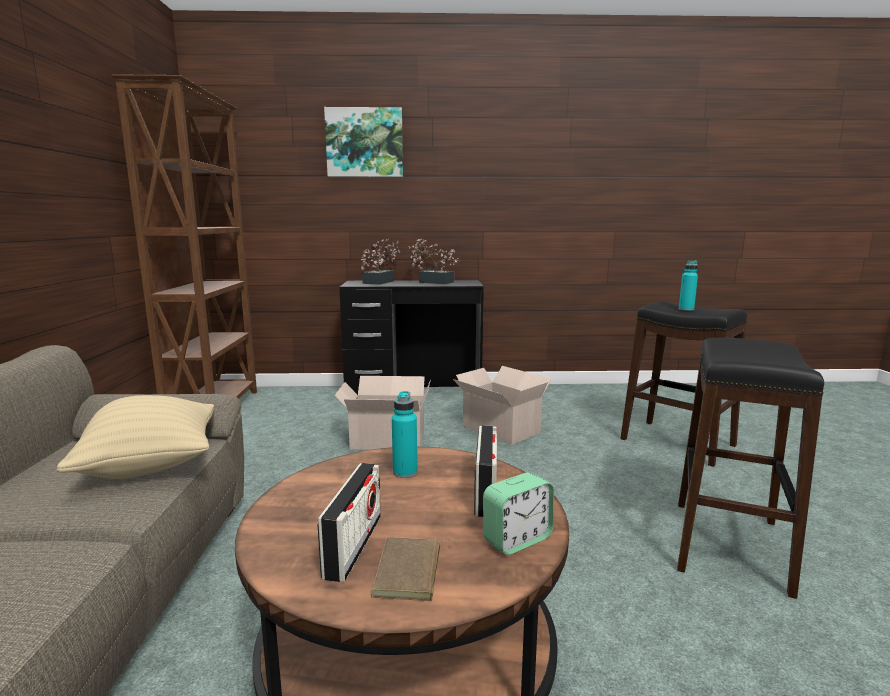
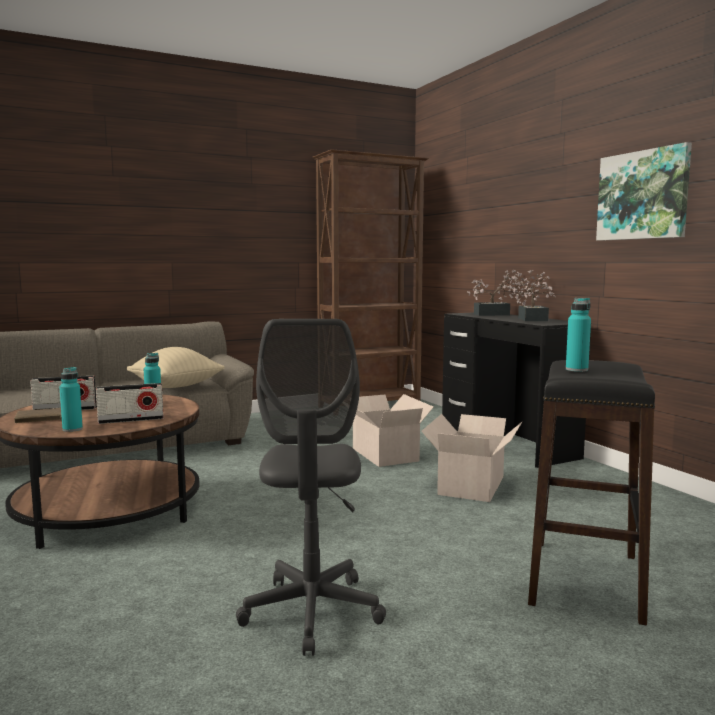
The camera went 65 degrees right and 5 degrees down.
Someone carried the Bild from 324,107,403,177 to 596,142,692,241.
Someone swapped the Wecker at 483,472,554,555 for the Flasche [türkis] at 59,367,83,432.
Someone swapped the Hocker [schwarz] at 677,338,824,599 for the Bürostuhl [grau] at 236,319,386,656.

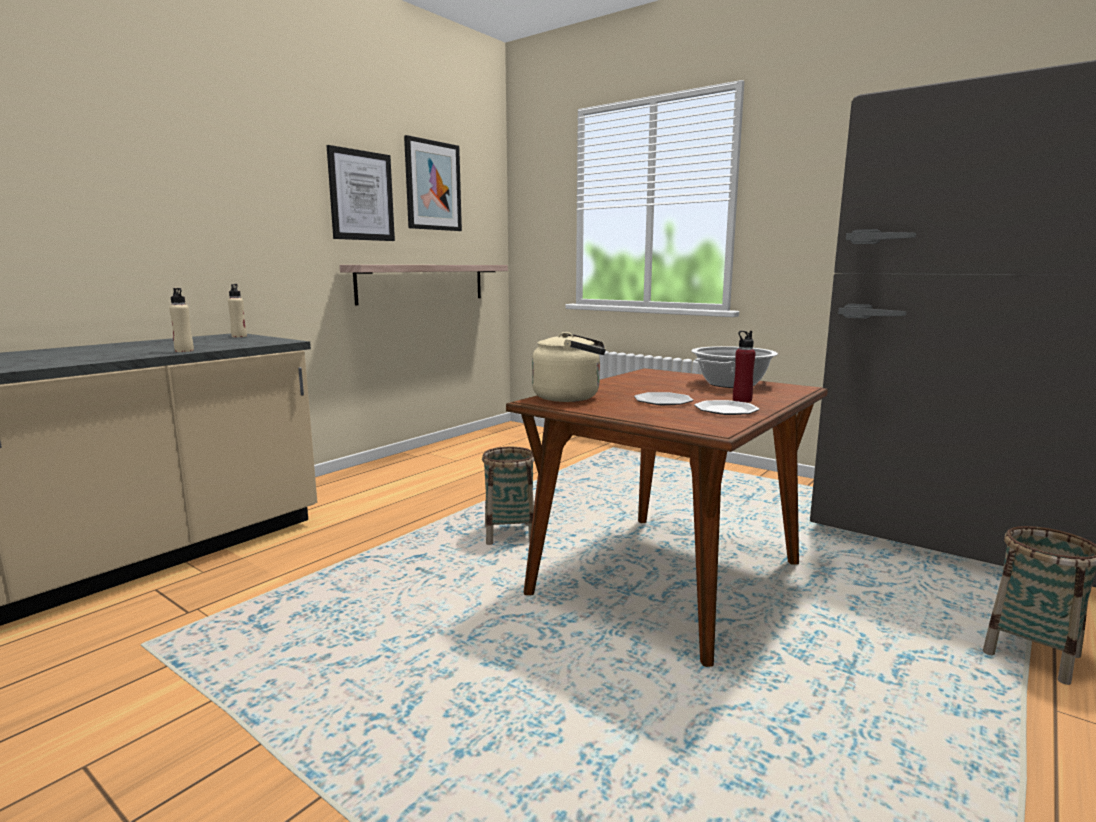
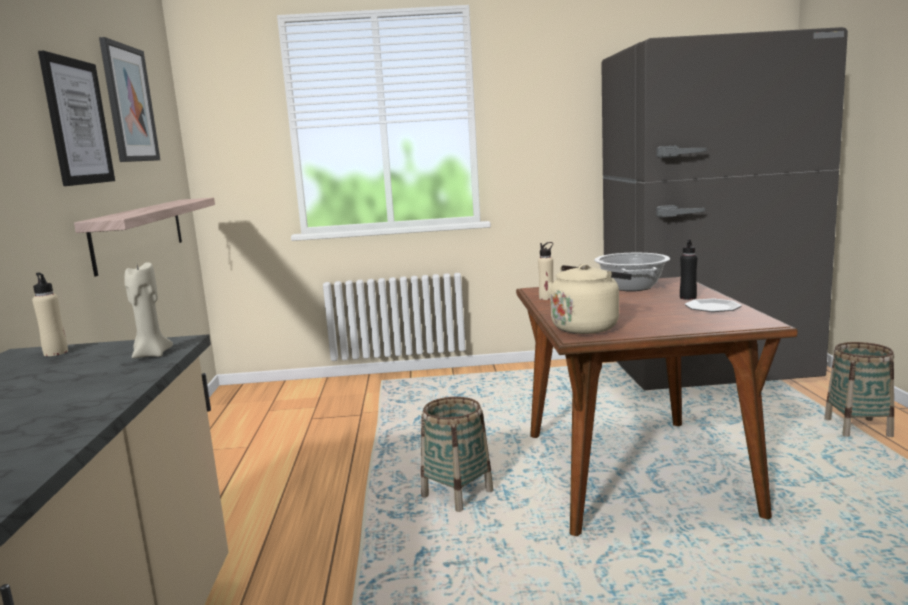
The camera went 40 degrees left and 0 degrees up.
Someone carried the Flasche [beige] from 169,288,194,352 to 538,242,553,300.
Someone took away the Teller at 634,392,693,405.
Someone repainted the Flasche [rot] at 733,331,756,402, which became the Flasche [schwarz] at 680,239,697,300.
Someone put down the Kerze [beige] at 124,262,173,358.

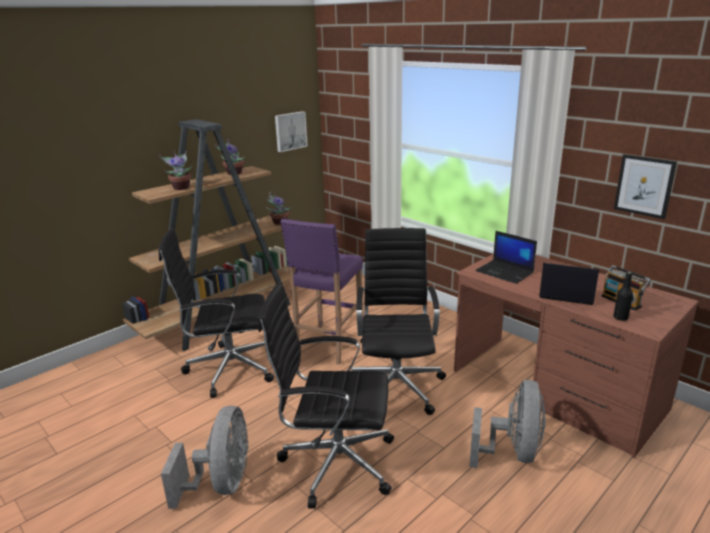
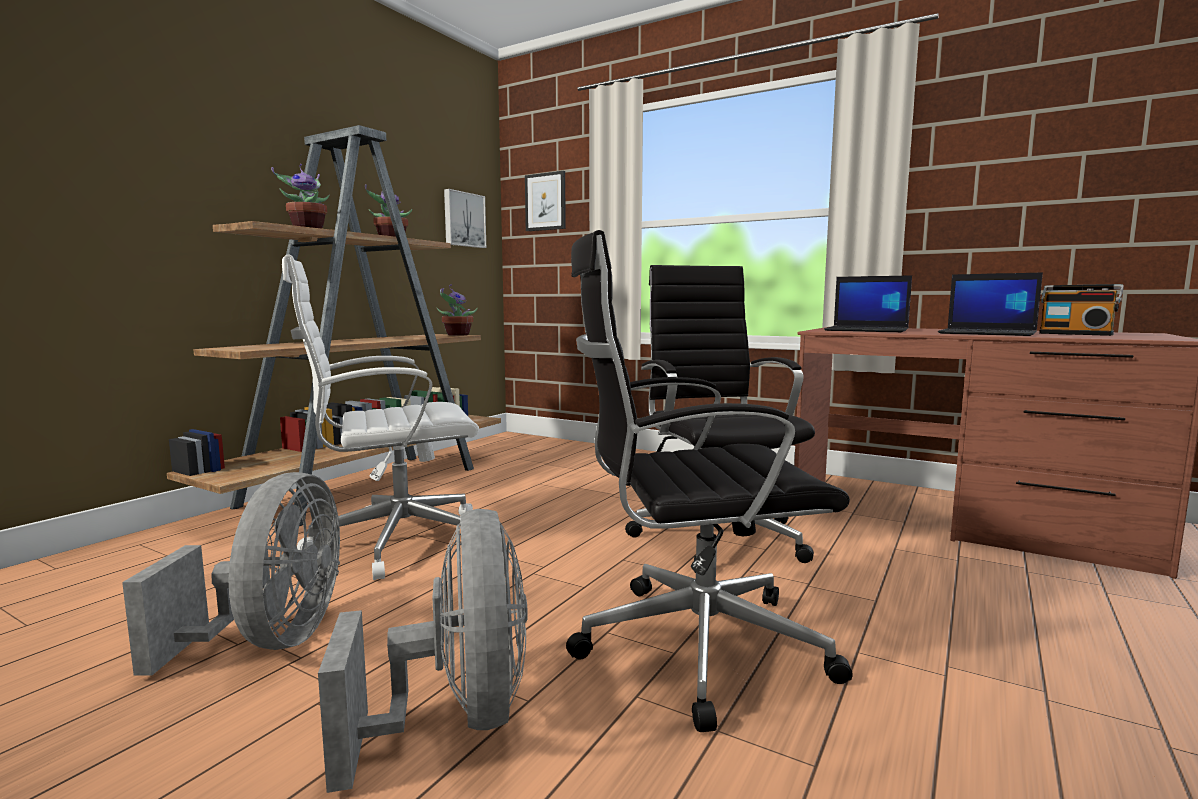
The camera went 15 degrees left and 15 degrees down.
Someone repainted the Bürostuhl [schwarz] at 159,228,274,398, which became the Bürostuhl [weiß] at 282,255,479,580.
Someone took away the Hocker [lila] at 280,219,363,365.
Someone carried the Ventilator [grau] from 469,380,546,468 to 122,472,340,676.
Someone rotated the Laptop at 539,263,599,305 by 150 degrees counterclockwise.
Someone took away the Flasche [schwarz] at 613,272,633,321.
Someone carried the Bild from 614,154,677,219 to 525,171,566,231.

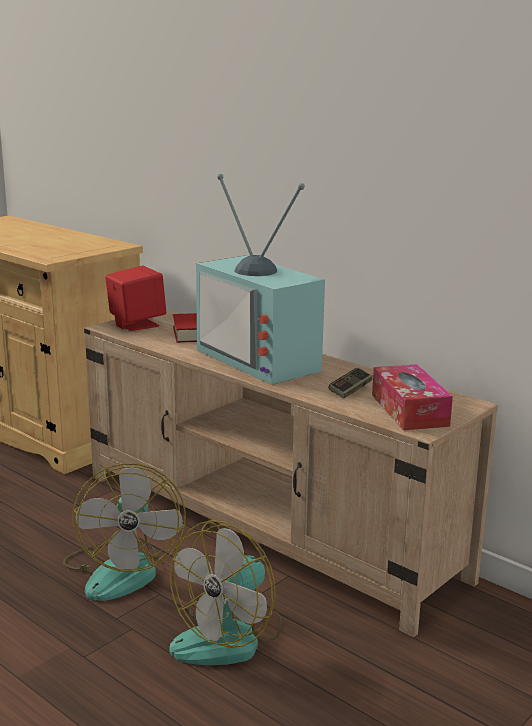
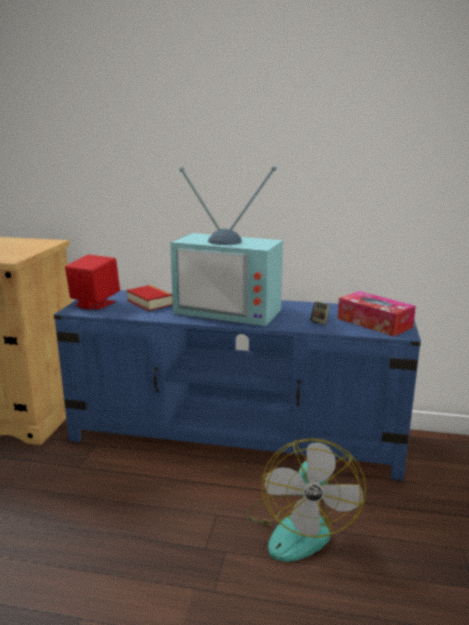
The camera went 30 degrees left and 0 degrees up.
Someone took away the Ventilator at 63,463,186,601.
Someone repainted the Fernsehschrank [beige] at 84,309,498,638, which became the Fernsehschrank [blau] at 54,290,421,481.

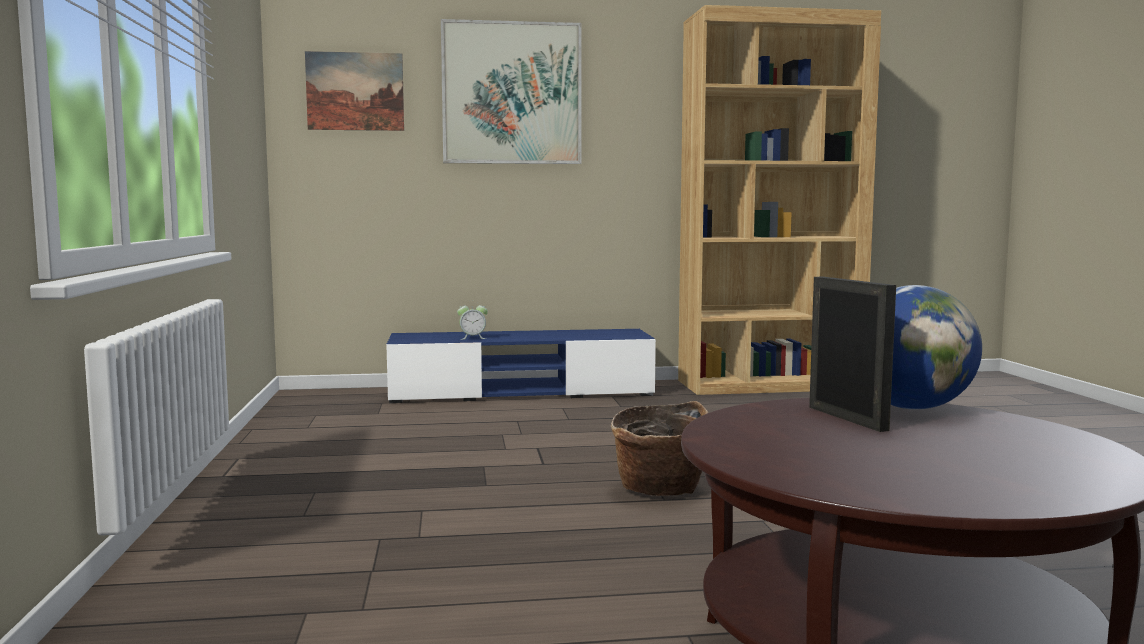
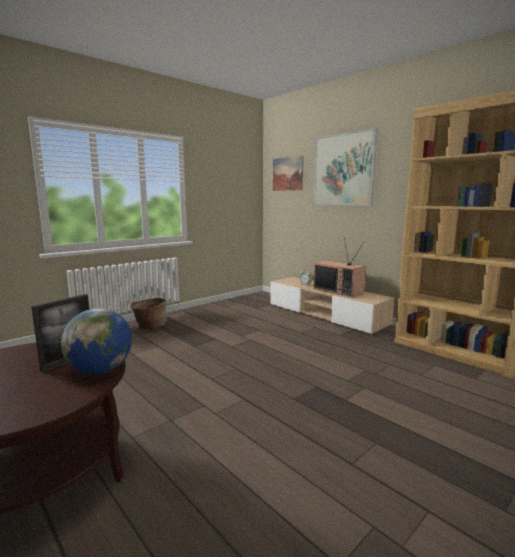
The camera went 55 degrees right and 5 degrees up.
Someone repainted the Fernsehschrank [blau] at 386,329,656,403, which became the Fernsehschrank [beige] at 270,277,394,335.
Someone carried the Korb from 611,401,708,496 to 131,298,167,331.
Someone put down the Fernseher at 313,237,366,297.

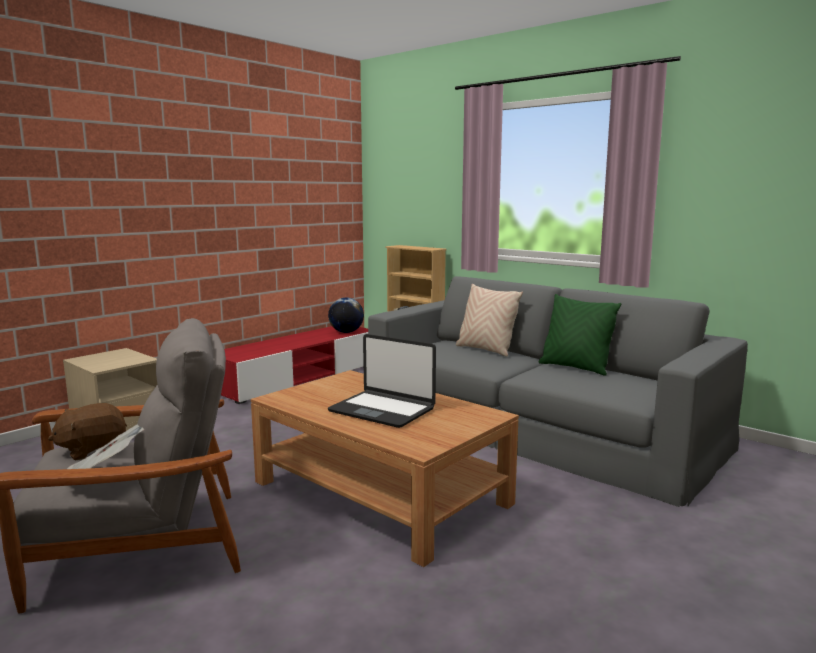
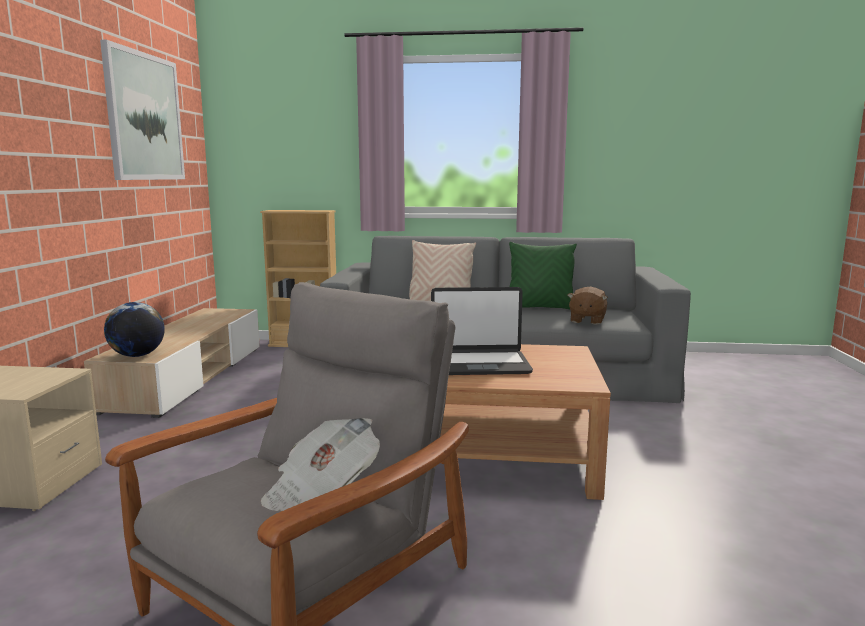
The camera went 35 degrees left and 0 degrees up.
Someone carried the Plüschtier [braun] from 48,403,127,461 to 568,287,608,325.
Someone repainted the Fernsehschrank [rot] at 221,326,368,404, which became the Fernsehschrank [beige] at 84,308,260,418.
Someone carried the Globus from 328,297,364,333 to 104,302,165,357.
Someone put up the Bild at 100,40,185,180.

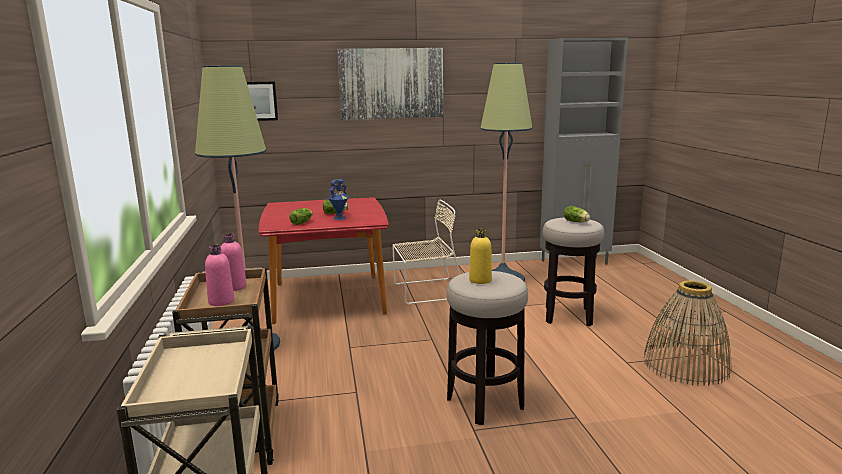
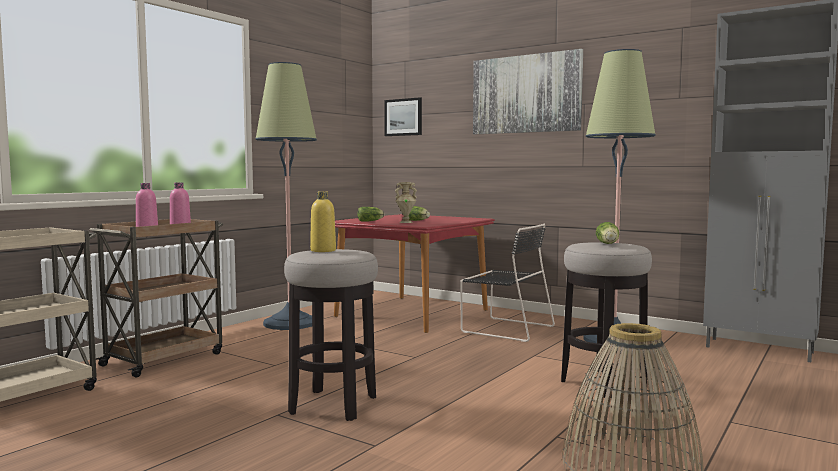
The camera went 45 degrees right and 10 degrees down.
Someone repainted the Vase [blau] at 328,179,349,220, which became the Vase [beige] at 395,182,417,223.
Someone repainted the Stuhl [beige] at 392,200,460,305, which became the Stuhl [schwarz] at 460,224,555,342.

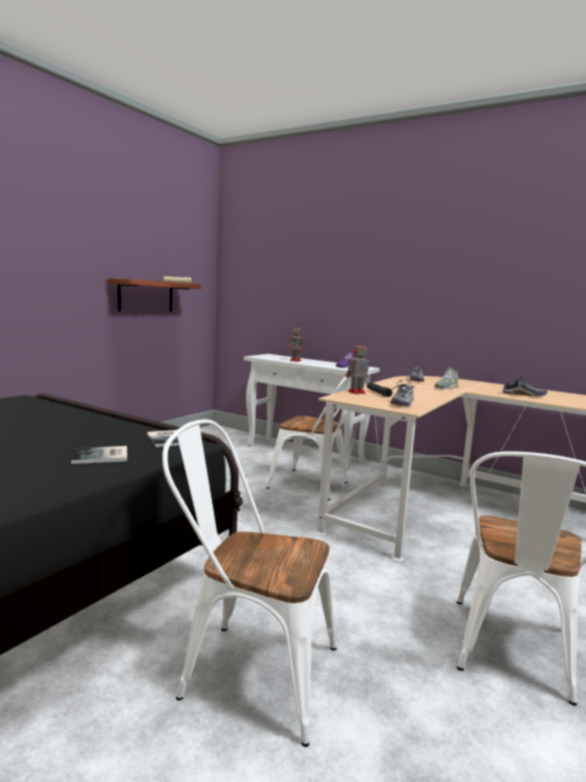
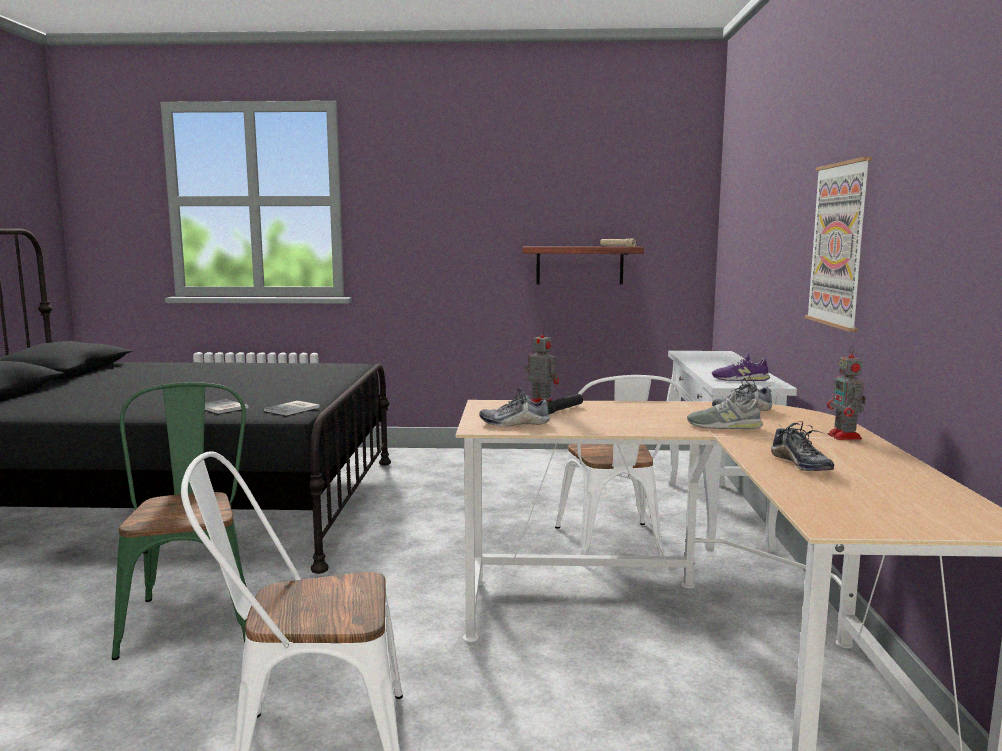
The camera went 60 degrees right and 0 degrees up.
Someone repainted the Stuhl [weiß] at 162,419,337,747, which became the Stuhl [grün] at 112,382,247,660.
Someone carried the Spielzeugroboter from 288,325,305,362 to 827,347,866,440.
Someone put up the Bild at 805,157,872,332.

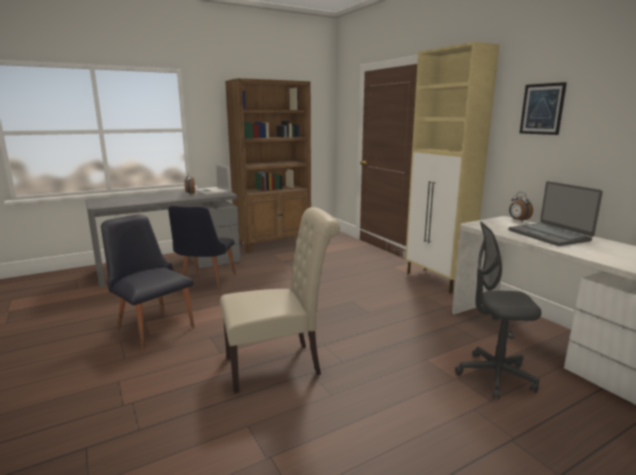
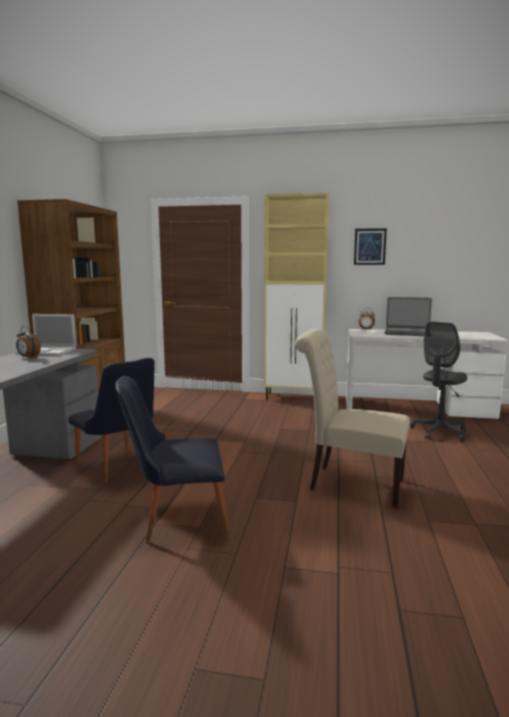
The camera went 50 degrees left and 5 degrees down.
Someone rotated the Stuhl [beige] at 220,207,340,393 by 90 degrees counterclockwise.

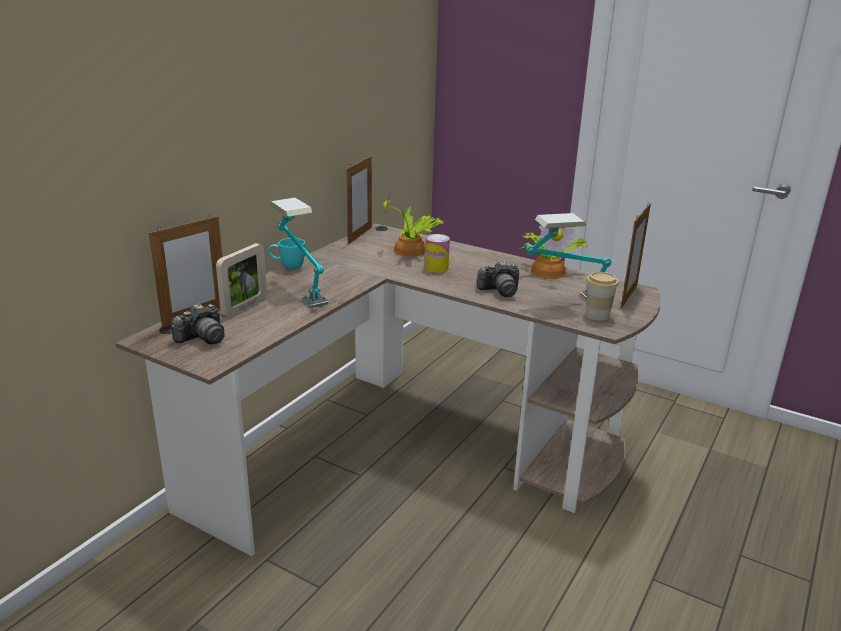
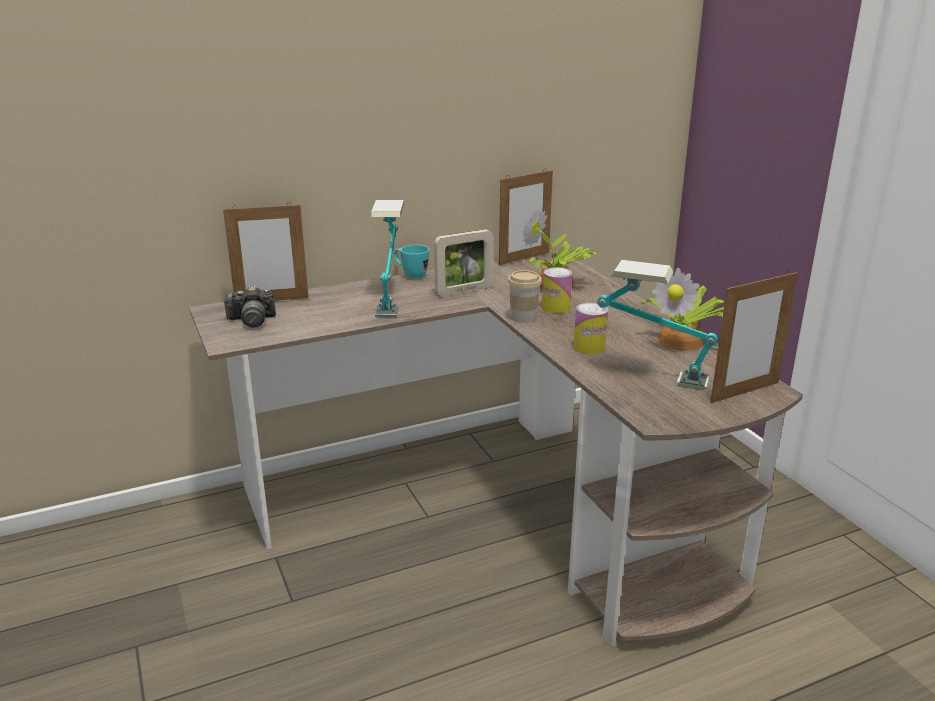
The camera went 35 degrees right and 0 degrees up.
Someone carried the Bilderrahmen from 216,243,267,318 to 434,229,493,297.
Someone swapped the Kamera at 477,261,519,297 for the Dose at 574,303,608,354.
Someone carried the Tasse from 586,272,619,321 to 507,270,542,323.

